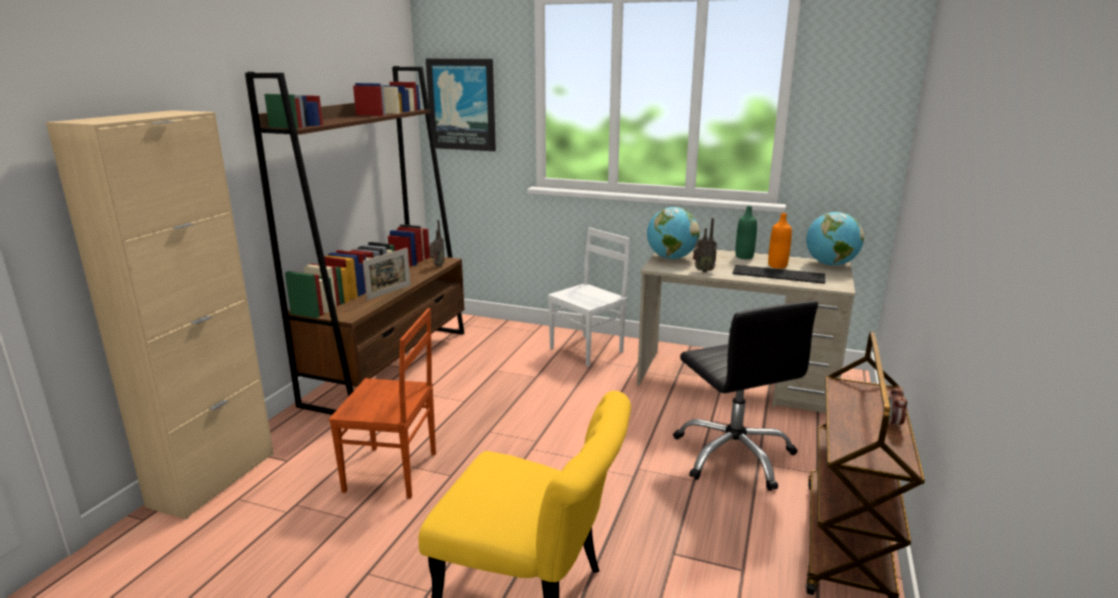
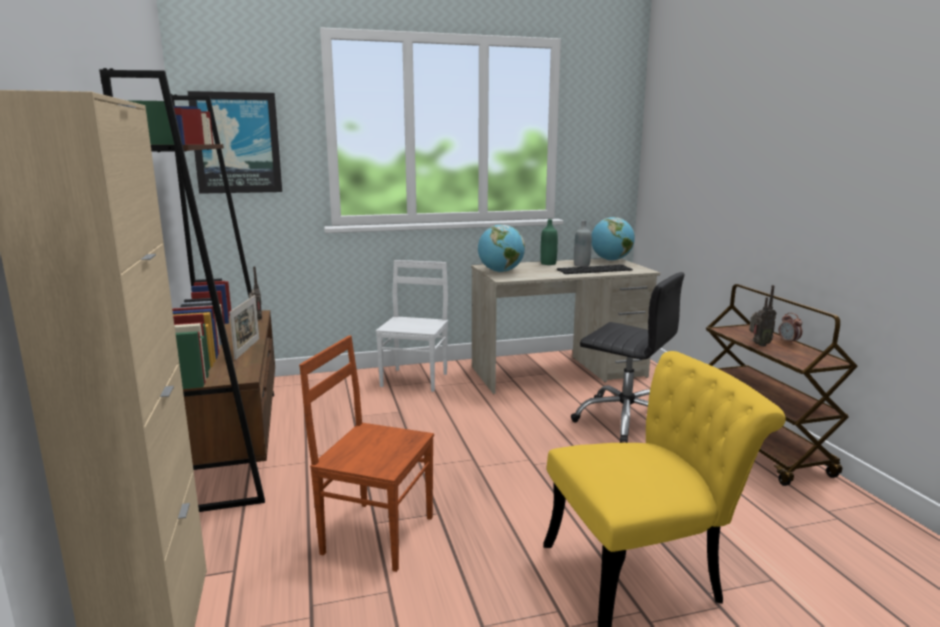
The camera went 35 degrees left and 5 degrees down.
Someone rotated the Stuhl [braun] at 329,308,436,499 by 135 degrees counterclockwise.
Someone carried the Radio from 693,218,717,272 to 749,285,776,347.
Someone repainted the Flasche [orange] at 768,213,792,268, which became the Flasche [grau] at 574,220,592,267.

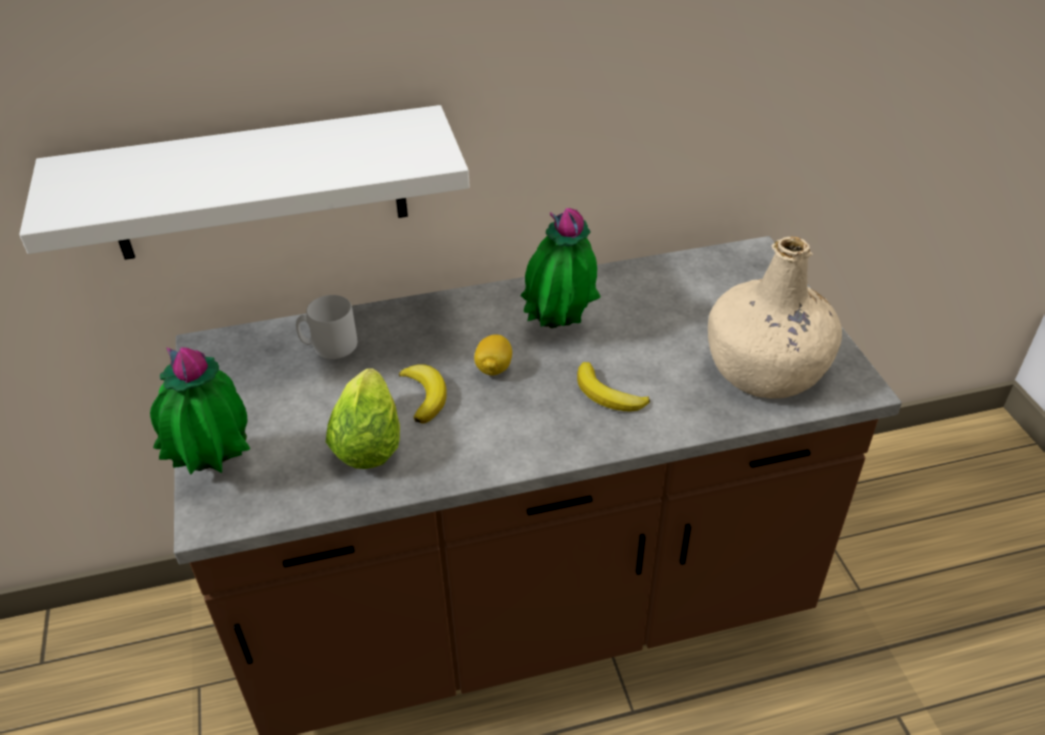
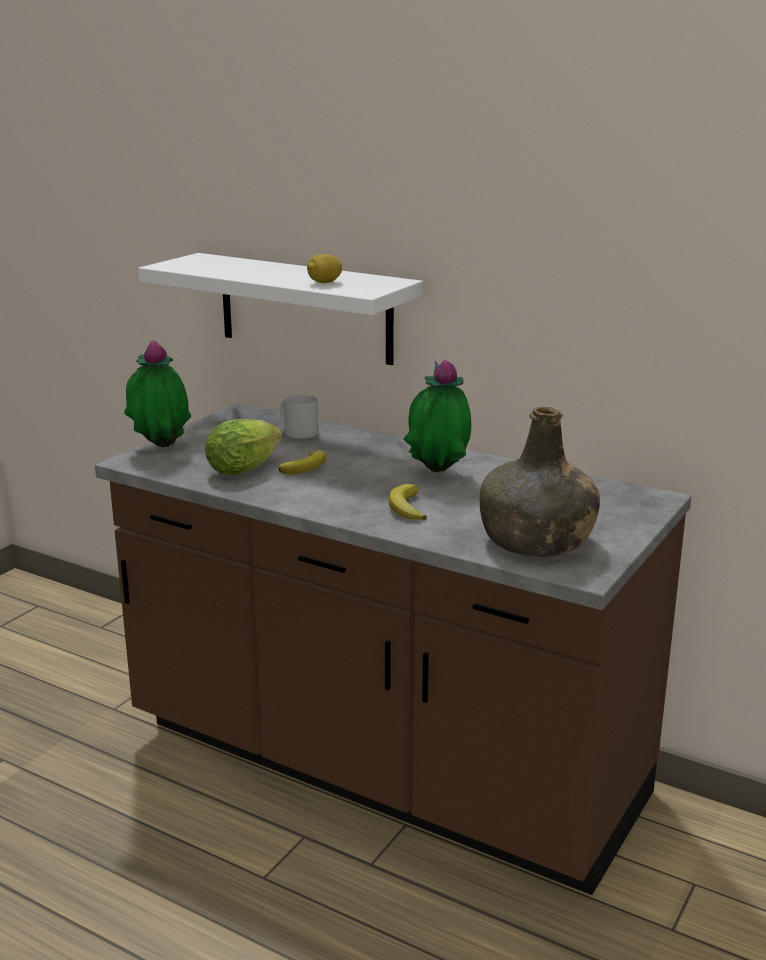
The camera went 45 degrees right and 20 degrees down.
Someone carried the Zitrone from 474,335,512,375 to 307,254,342,283.
Someone repainted the Flasche [beige] at 708,237,842,399, which became the Flasche [grün] at 480,407,600,557.

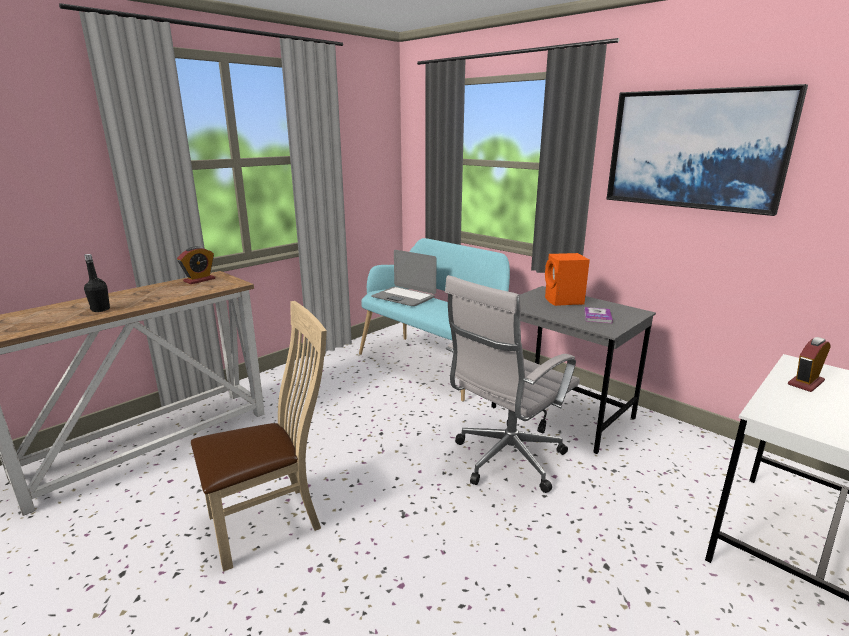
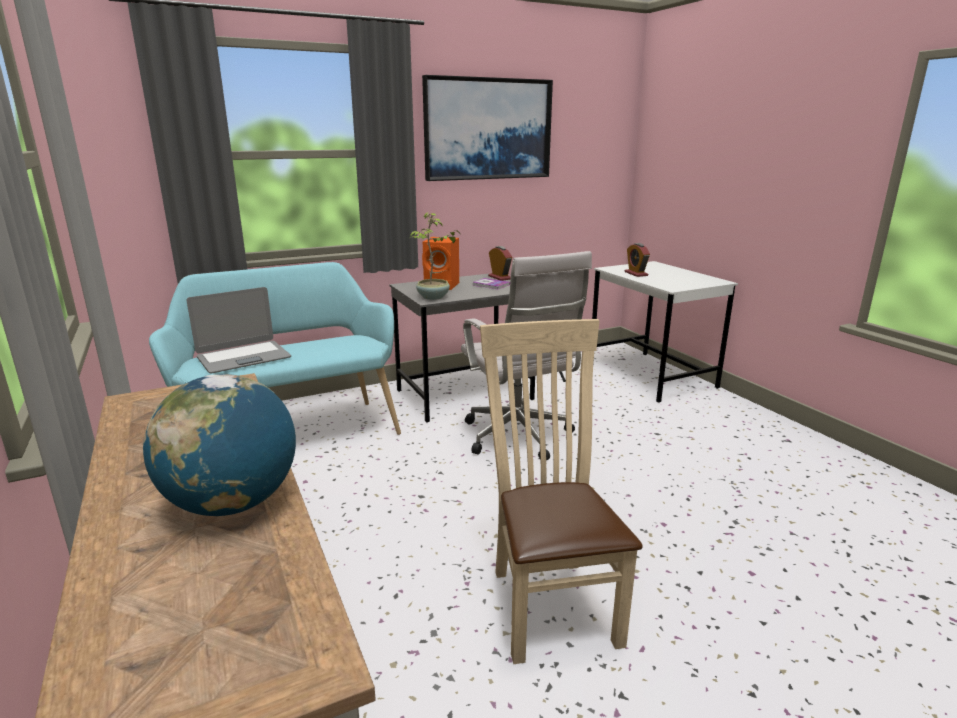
The camera went 70 degrees left and 0 degrees up.
Someone swapped the Flasche [schwarz] at 84,254,110,312 for the Globus at 143,374,296,516.
Someone carried the Wecker from 177,246,215,284 to 488,246,512,281.
Someone put down the Topfpflanze at 410,212,460,300.

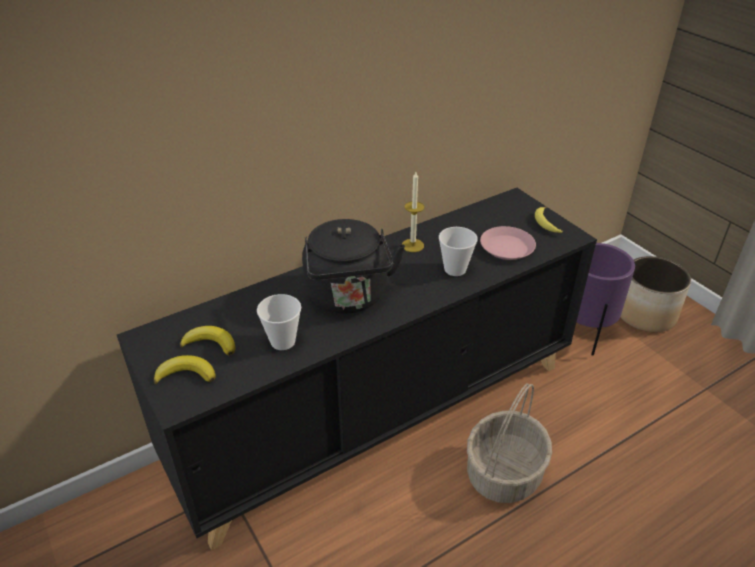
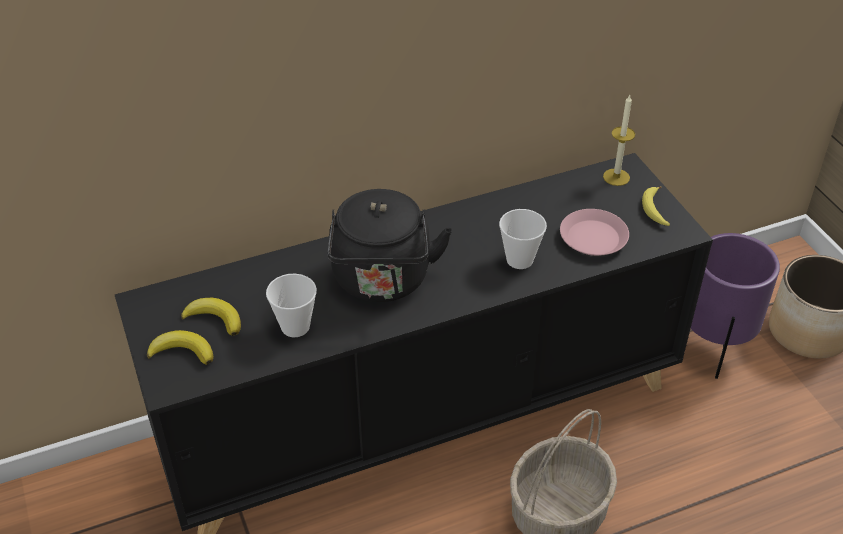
The camera went 10 degrees right and 5 degrees up.
Someone carried the Kerze from 402,172,424,252 to 603,94,635,186.

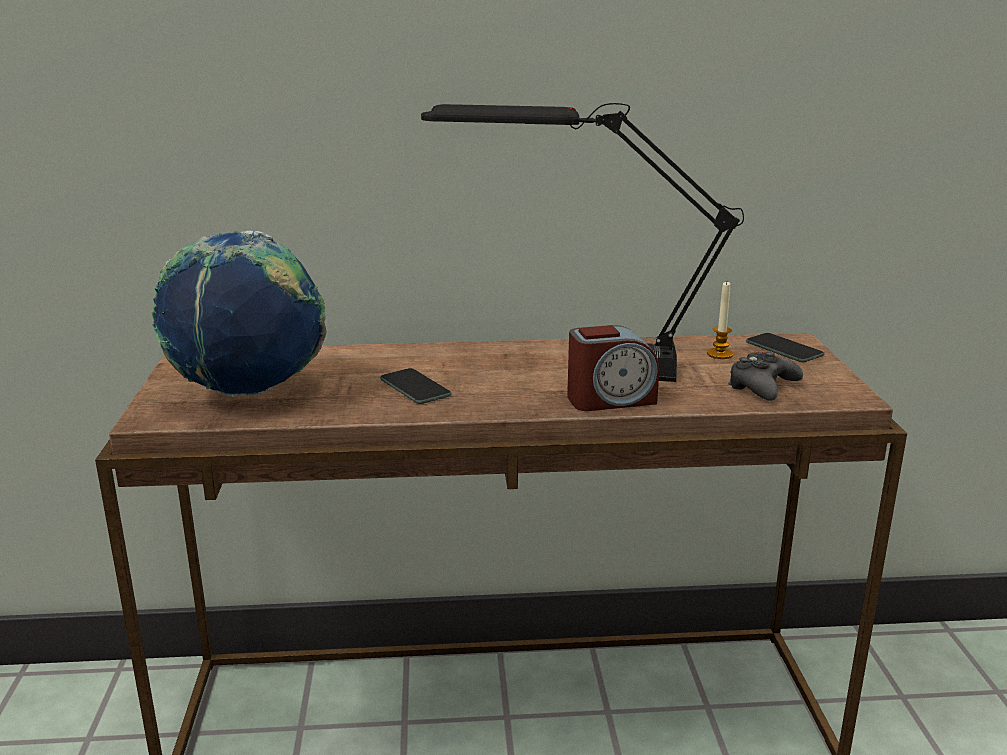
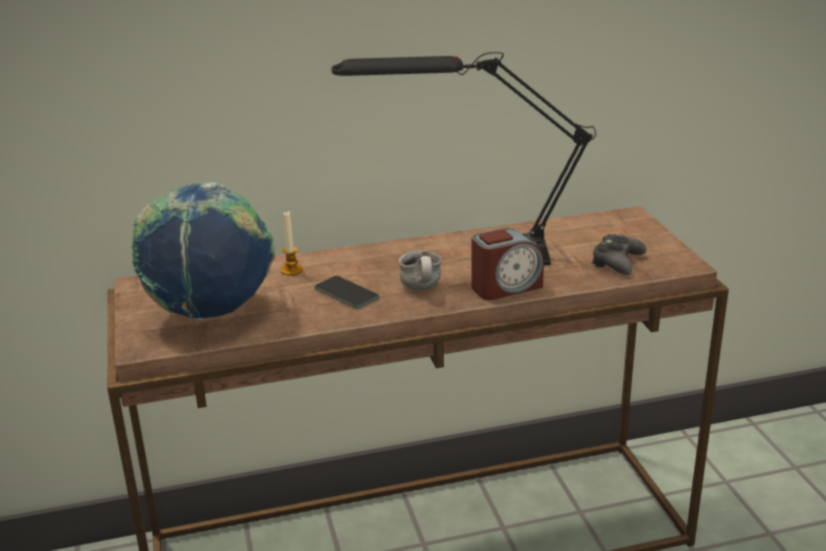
The camera went 10 degrees left and 5 degrees up.
Someone carried the Kerze from 707,282,733,359 to 281,211,303,275.
Someone took away the Handy at 746,333,824,362.
Someone put down the Henkelbecher at 399,250,442,290.

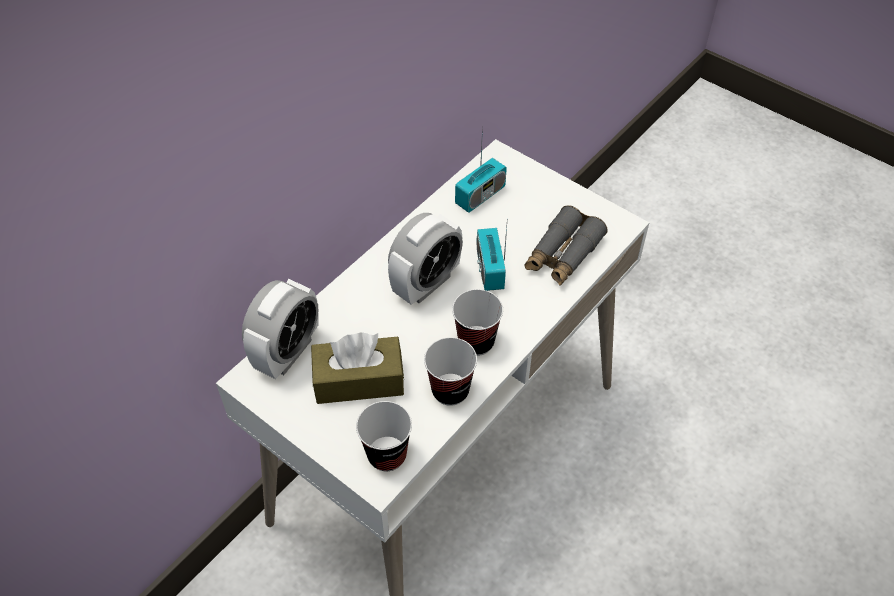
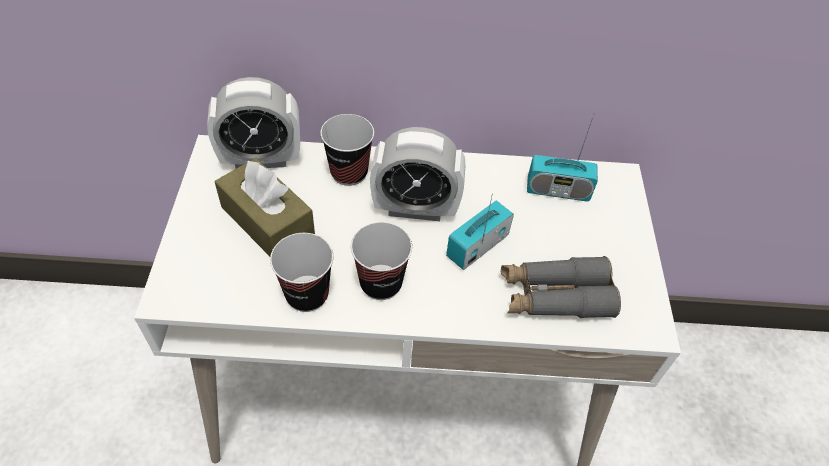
The camera went 50 degrees right and 0 degrees up.
Someone carried the Tasse from 356,401,412,471 to 320,114,374,186.

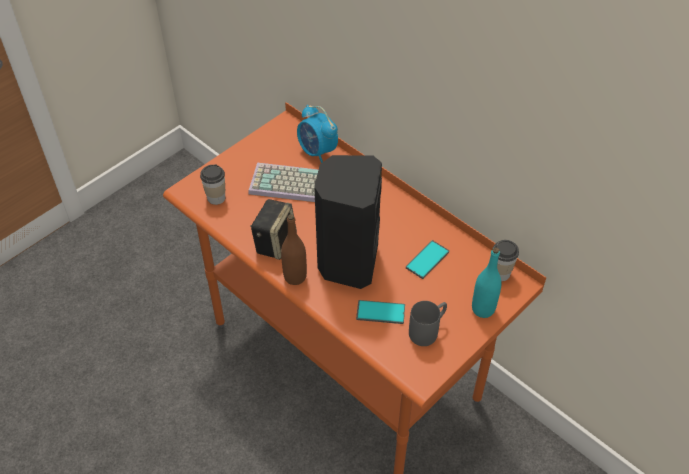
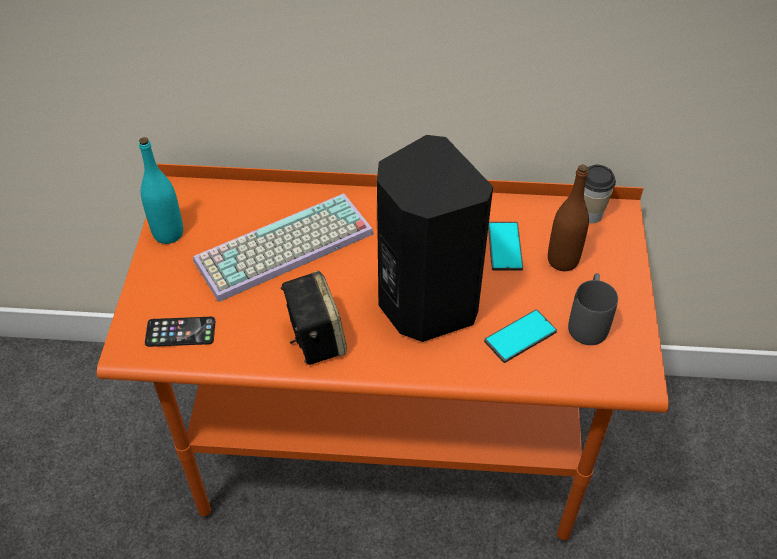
The camera went 40 degrees left and 0 degrees up.
Someone swapped the Tasse at 200,164,225,205 for the Handy at 145,317,215,347.
Someone carried the Flasche [braun] from 281,214,307,285 to 548,164,589,271.
Someone took away the Wecker at 297,105,338,163.
Someone carried the Flasche [türkis] from 472,247,502,318 to 139,137,183,244.

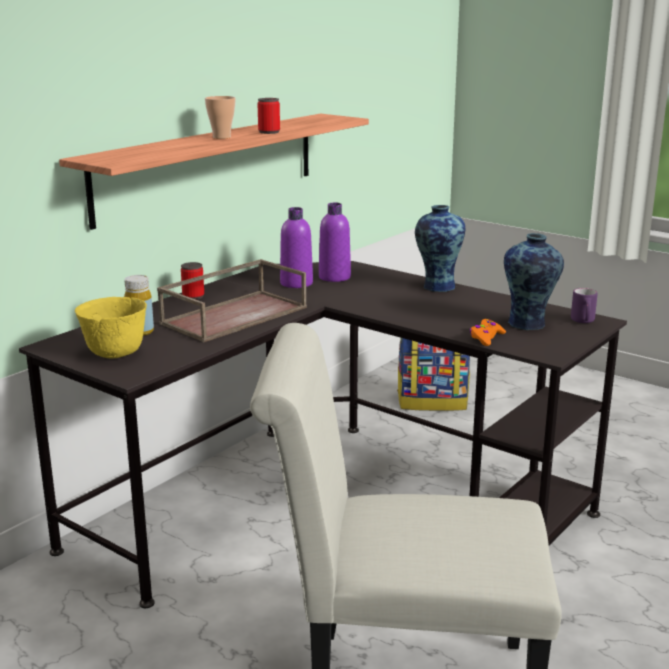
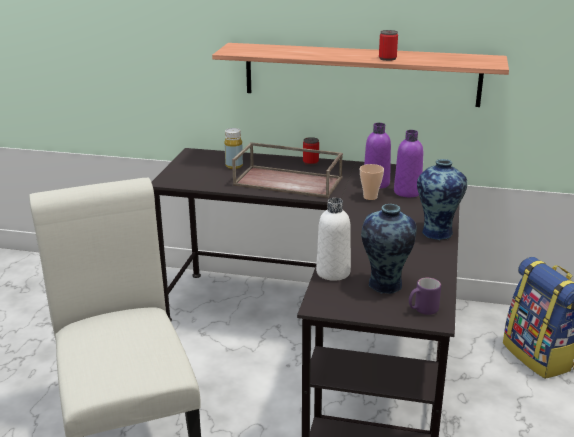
The camera went 65 degrees right and 5 degrees up.
Someone took away the Schüssel [gelb] at 75,297,147,358.
Someone carried the Tasse from 205,96,236,139 to 360,164,384,200.
Someone swapped the Gamepad [orange] at 470,319,506,346 for the Flasche [weiß] at 316,198,351,281.

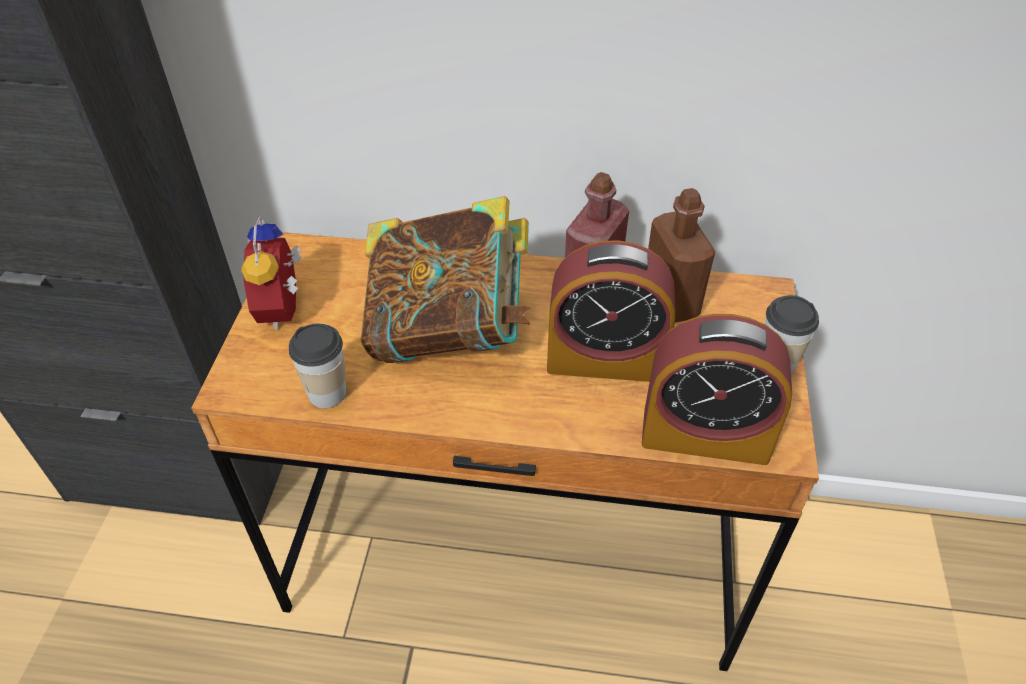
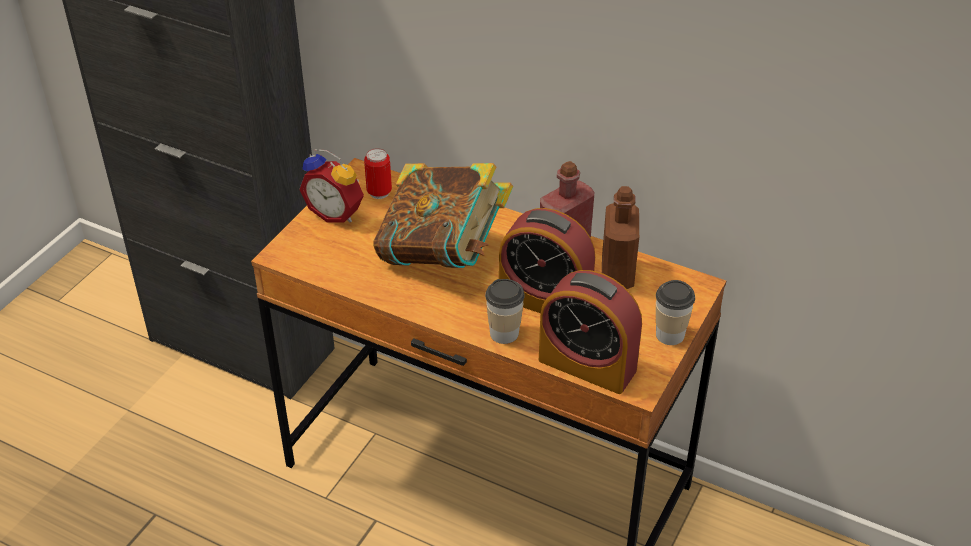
The camera went 20 degrees right and 5 degrees down.
Someone rotated the Wecker at 241,216,302,330 by 75 degrees counterclockwise.
Someone carried the Tasse from 289,324,347,408 to 485,279,525,344.
Someone put down the Dose at 364,148,392,199.

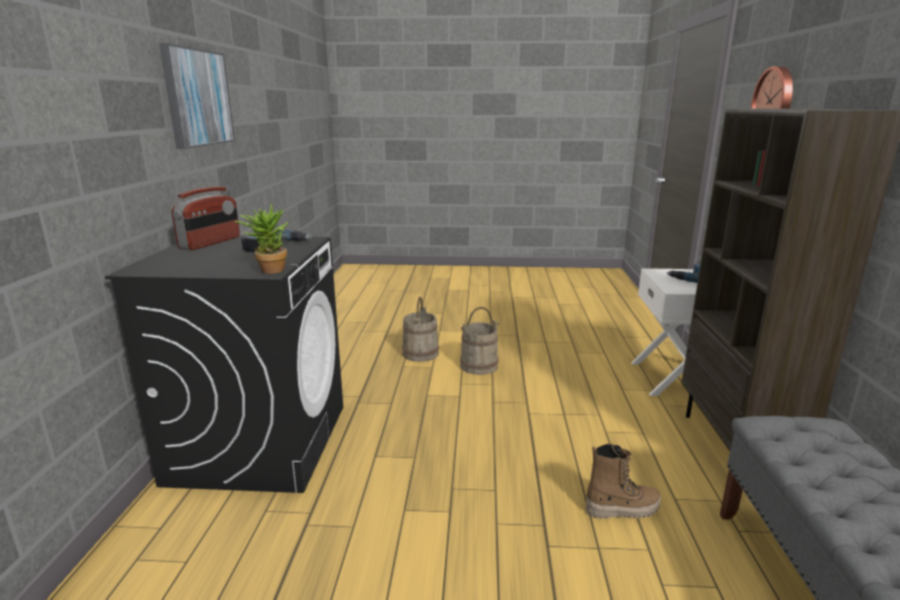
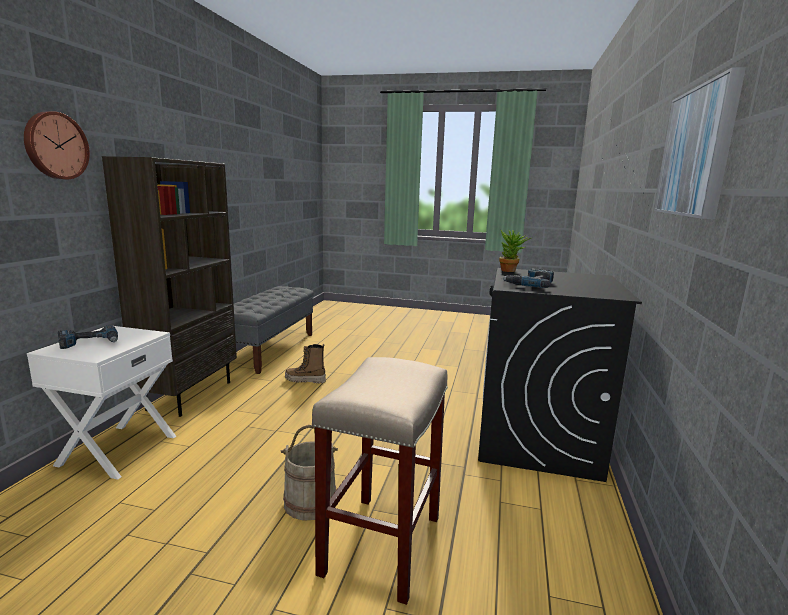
The camera went 170 degrees left and 5 degrees down.
Someone took away the Radio at 172,187,240,250.
Someone swapped the Eimer [beige] at 402,297,439,362 for the Hocker [beige] at 312,357,448,605.

